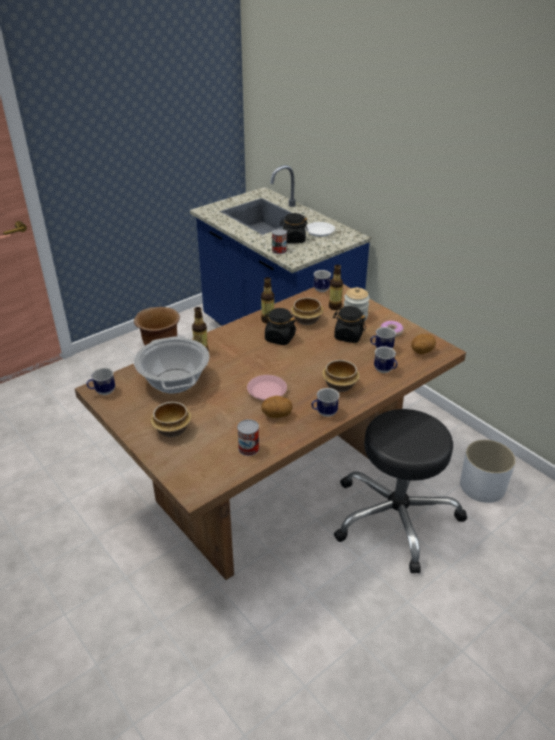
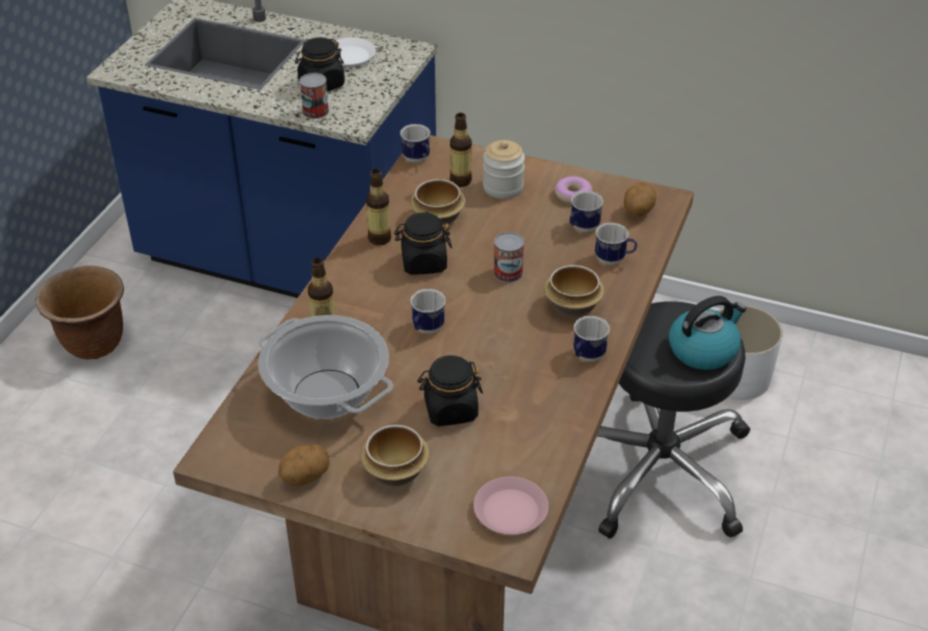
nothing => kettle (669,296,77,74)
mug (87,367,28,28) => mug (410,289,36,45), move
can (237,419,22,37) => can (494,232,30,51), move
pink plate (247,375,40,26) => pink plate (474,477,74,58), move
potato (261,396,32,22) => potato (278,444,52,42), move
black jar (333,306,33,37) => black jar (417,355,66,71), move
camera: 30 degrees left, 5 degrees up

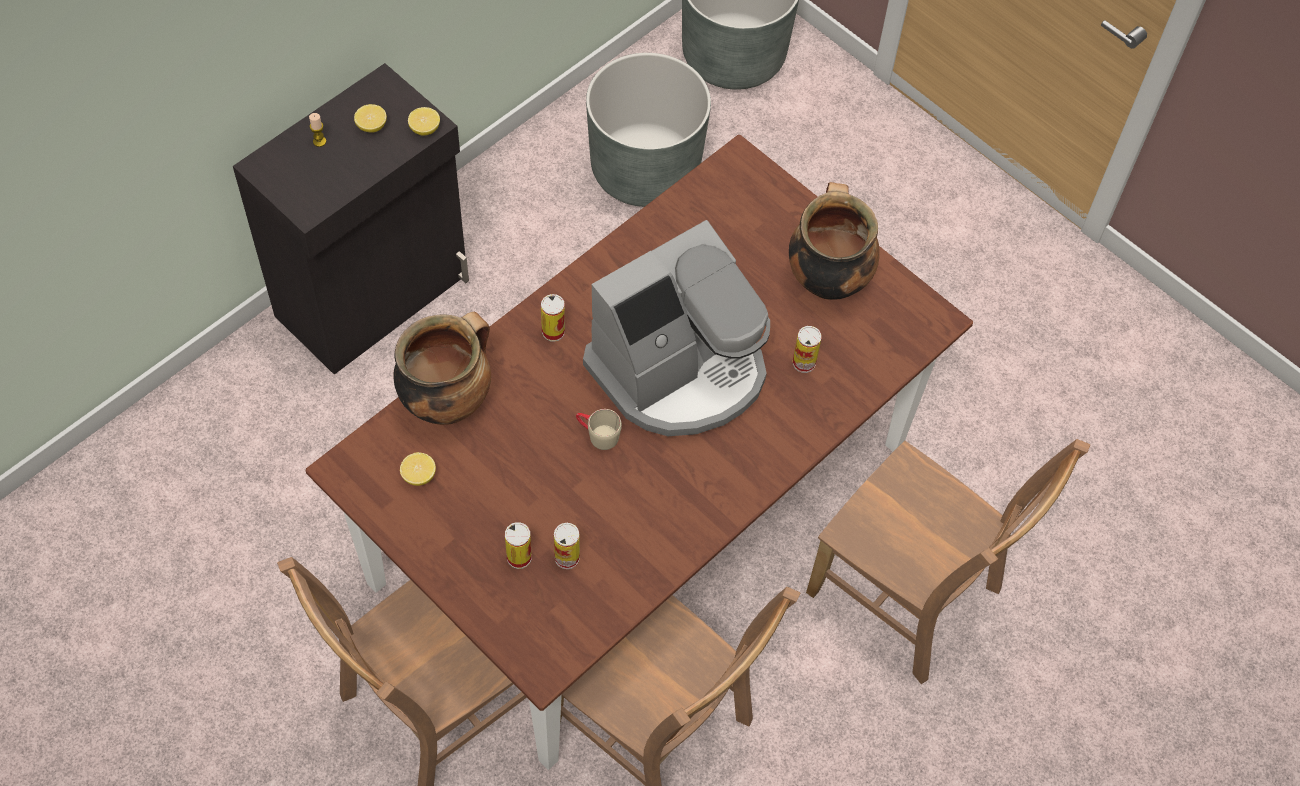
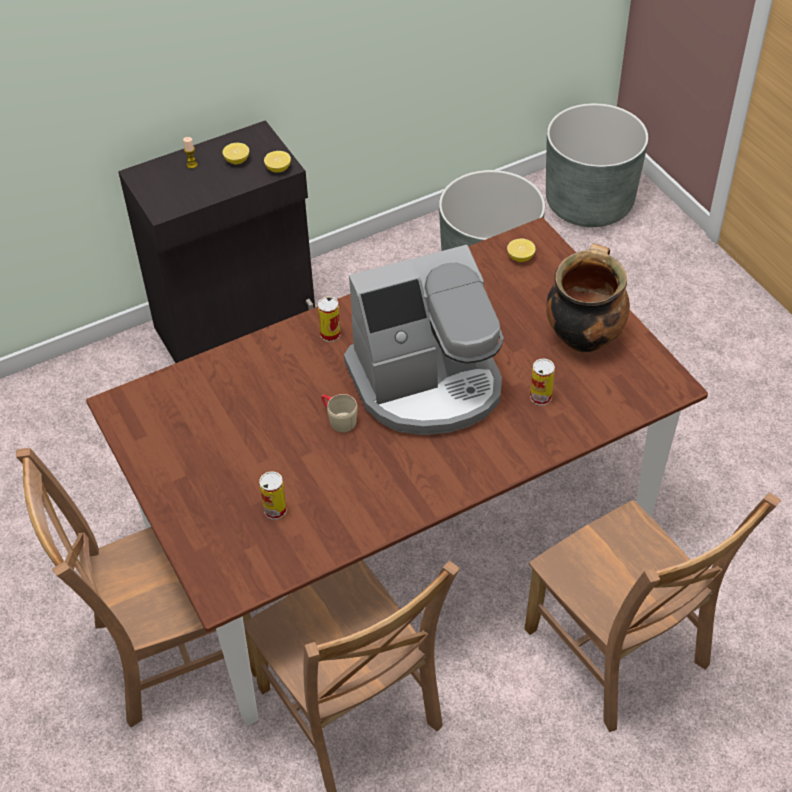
cooking pot (393,312,98,113) => nothing
can (505,522,27,47) => nothing
lemon (400,452,36,34) => lemon (507,238,29,24), move
camera: 20 degrees right, 10 degrees down

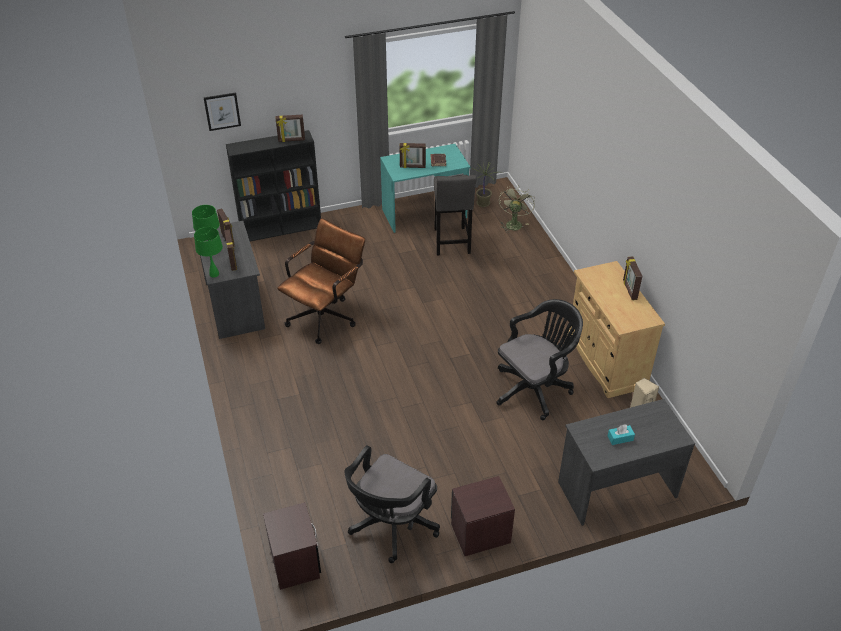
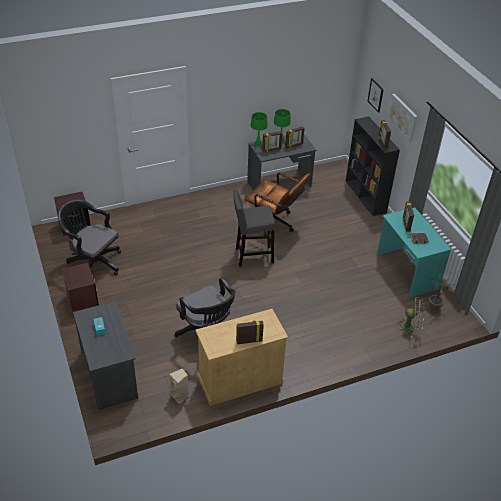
nothing => picture (387,94,31,49)
grey stool (434,175,42,81) => grey stool (233,190,42,77), move
camera: 85 degrees right, 0 degrees up

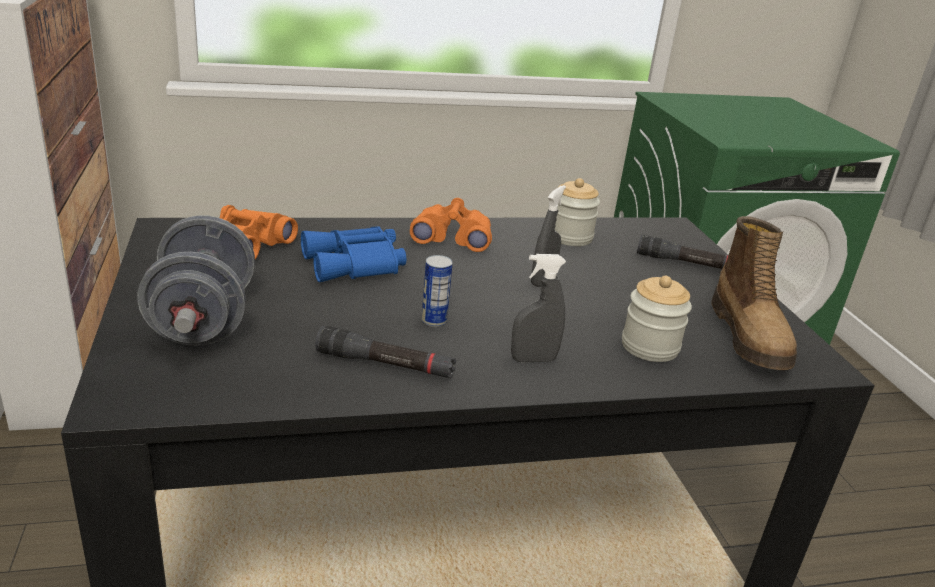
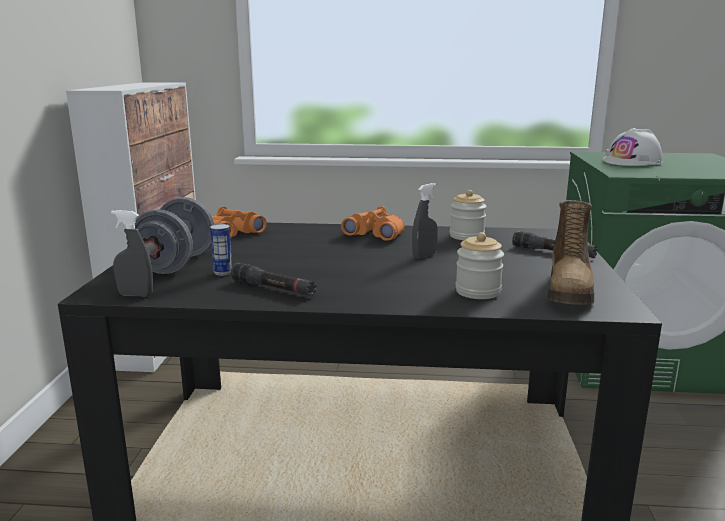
blue binoculars (301,226,105,56) => nothing
nothing => white hard hat (602,128,61,38)
can (421,255,32,72) => can (210,224,22,52), move
grey spray bottle (511,254,55,108) => grey spray bottle (111,210,42,87), move
camera: 20 degrees right, 10 degrees down

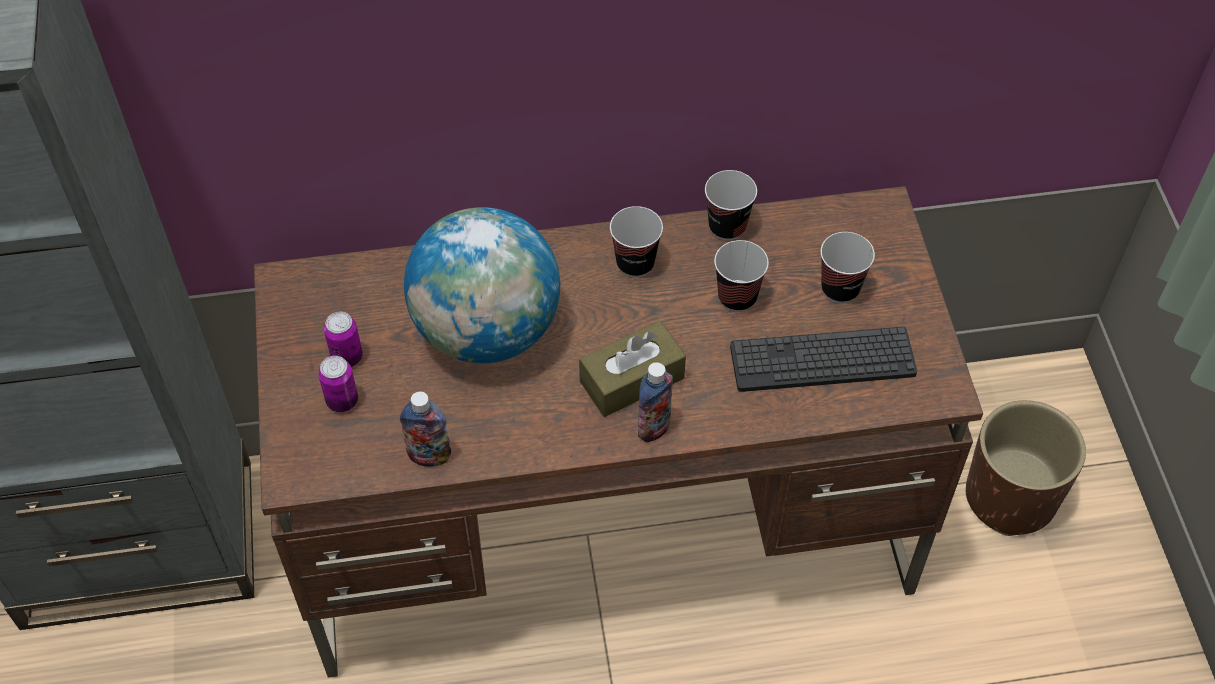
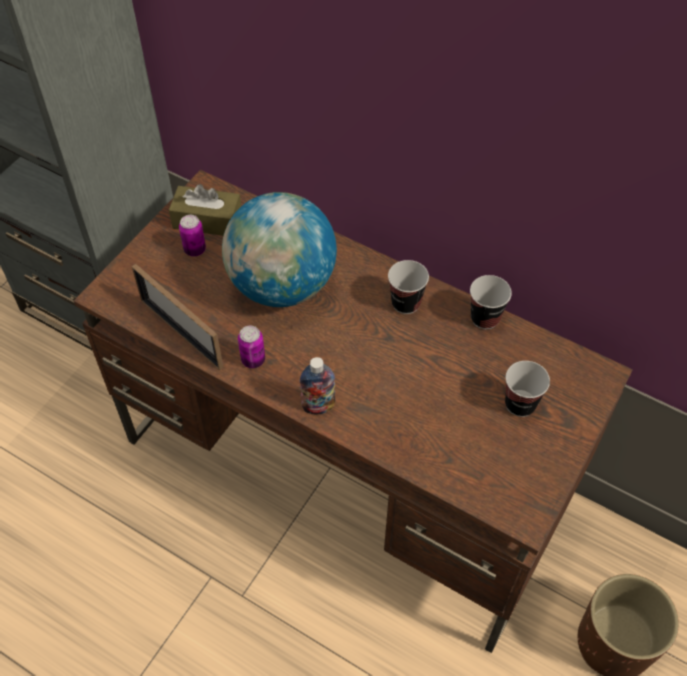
cup (714,240,55,72) => nothing
keyboard (730,327,187,65) => nothing
can (318,356,40,56) => can (238,326,27,42), move
brown tissue box (579,321,107,96) => brown tissue box (169,184,72,52), move
bottle (400,392,51,75) => picture frame (132,264,91,106)
camera: 40 degrees right, 0 degrees up

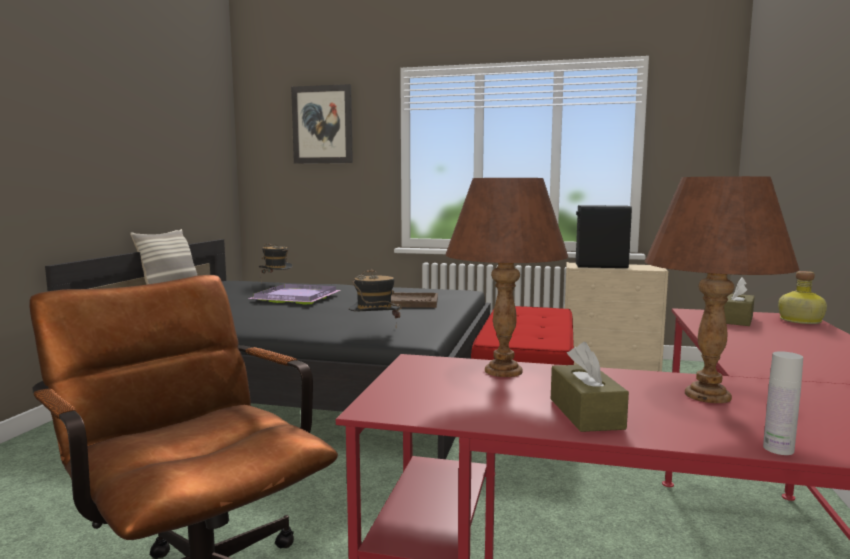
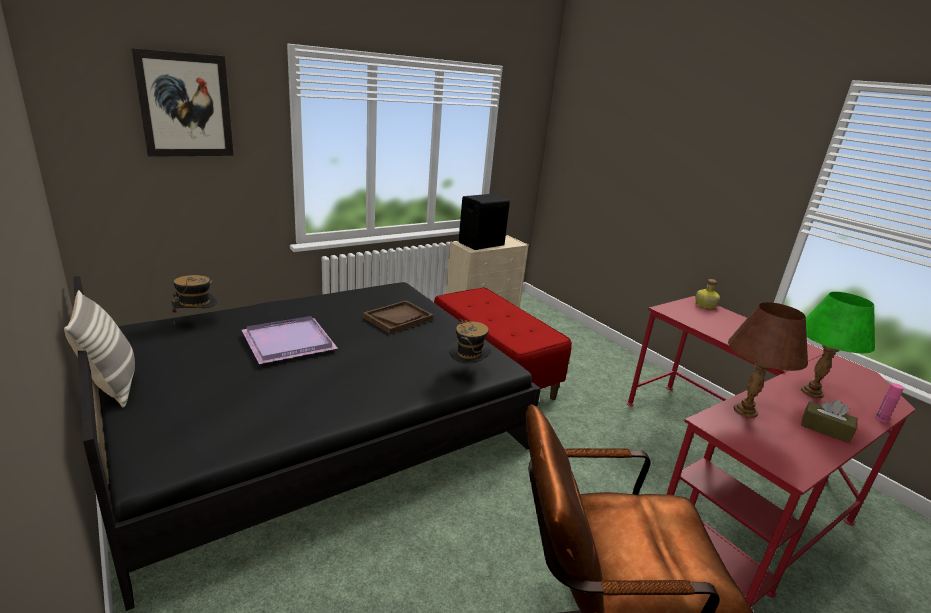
brown tissue box (724,277,31,49) => nothing
brown table lamp (645,176,154,227) => green table lamp (801,292,74,106)
white bottle (763,351,40,104) => pink bottle (875,383,29,40)
camera: 50 degrees left, 15 degrees up

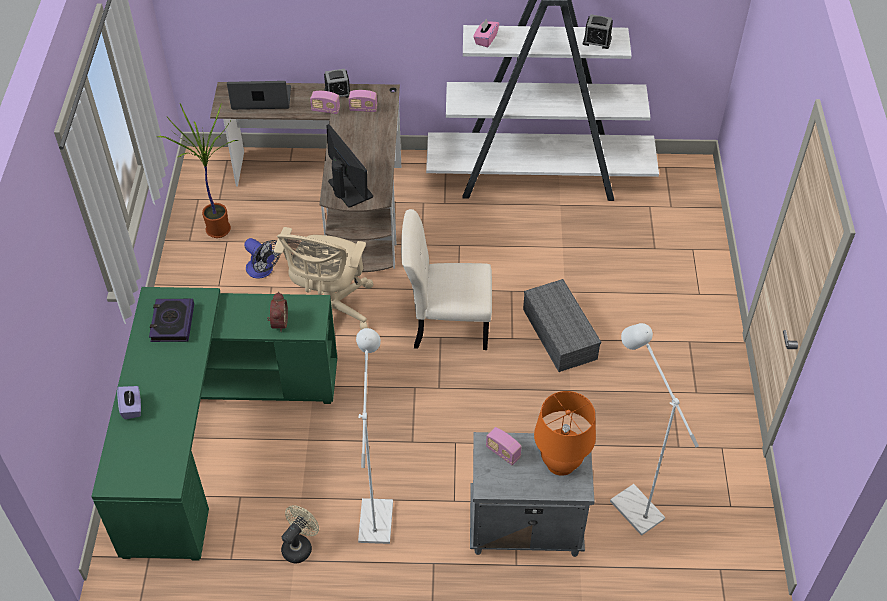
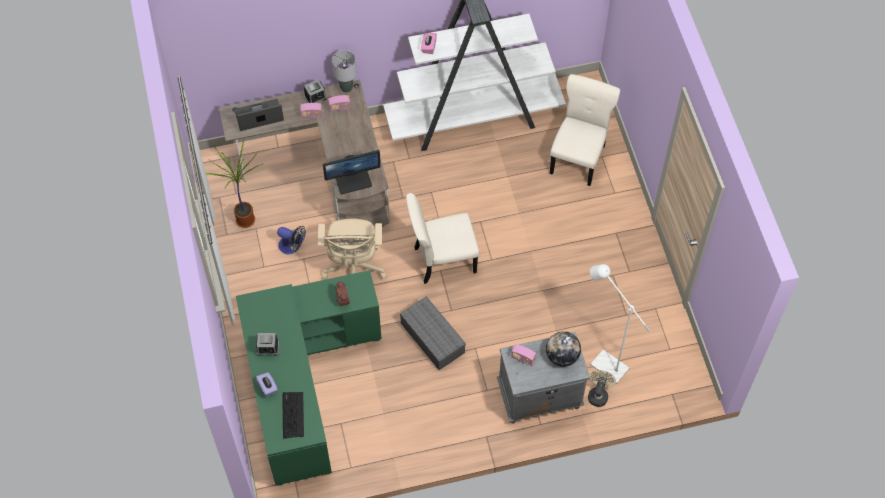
book (149,299,45,43) => nothing
white floor lamp (356,328,37,216) => nothing
nothing => keyboard (282,392,22,47)
nothing => grey table lamp (332,50,25,43)
nothing => beige chair (550,74,70,112)
beige fan (281,505,38,58) => beige fan (588,370,28,37), move
grey storage box (523,279,78,93) => grey storage box (400,296,66,74), move
alarm clock (583,14,30,35) => alarm clock (256,333,23,23), move
orange table lamp (534,391,62,85) => globe (546,331,35,36)
monitor (326,124,47,84) => monitor (323,150,57,44), 120 degrees clockwise
camera: 15 degrees left, 10 degrees up

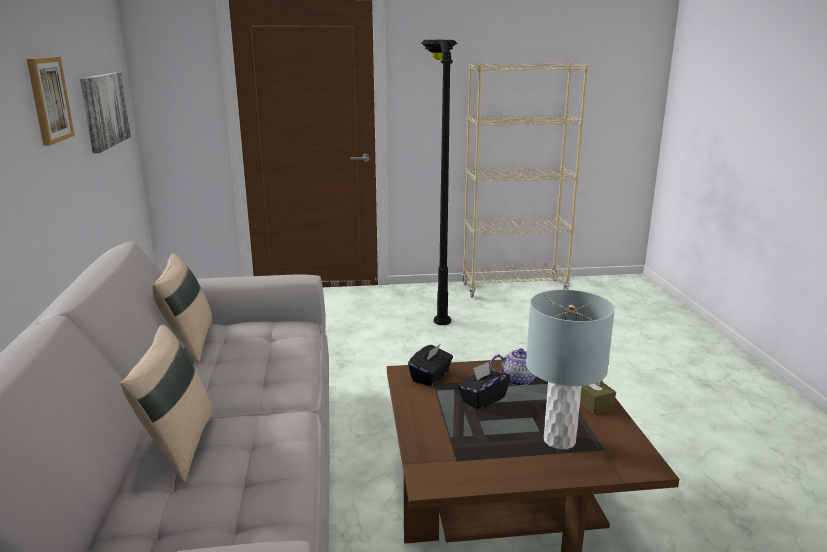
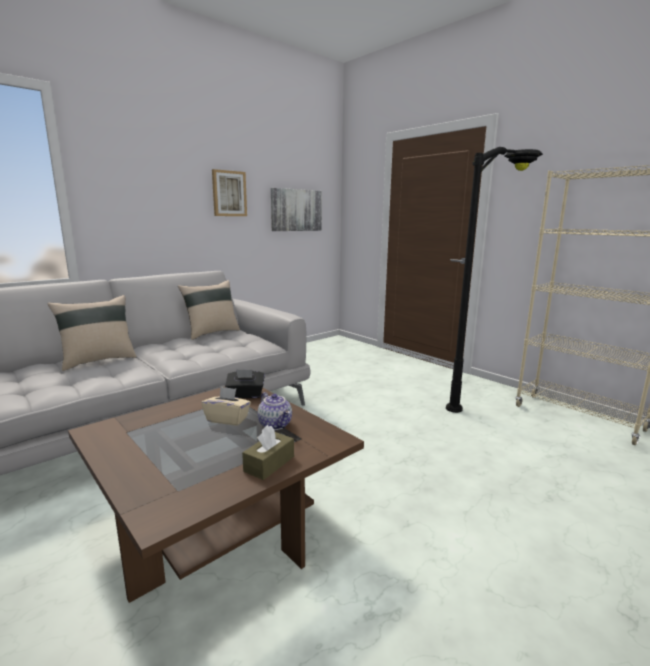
grey table lamp (526,290,89,160) => nothing
black tissue box (457,362,54,48) => beige tissue box (201,386,50,40)
camera: 55 degrees right, 5 degrees down

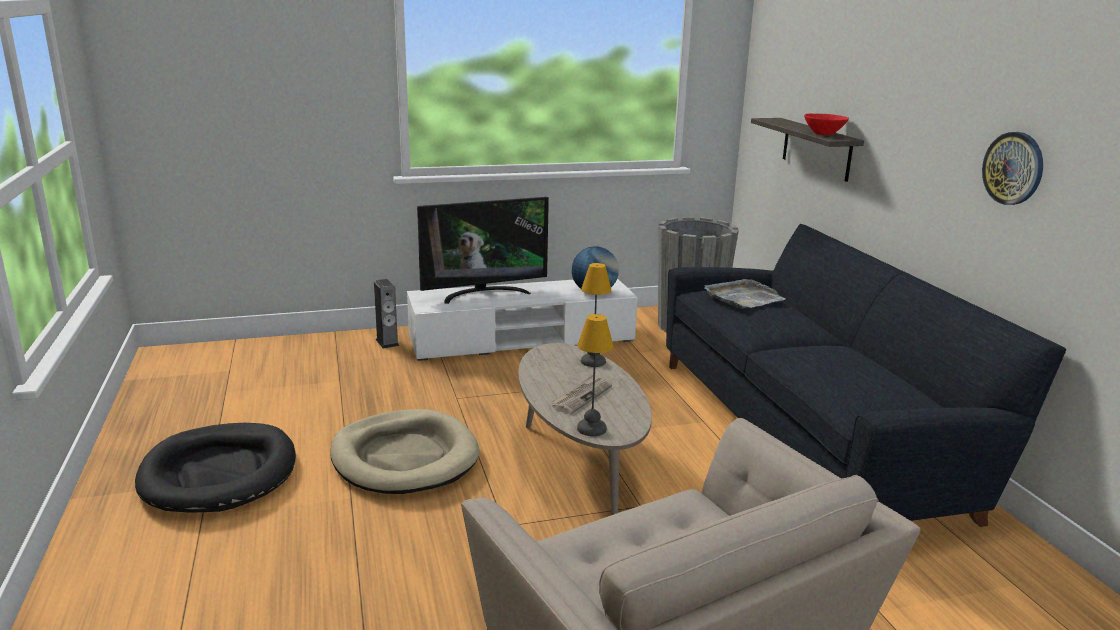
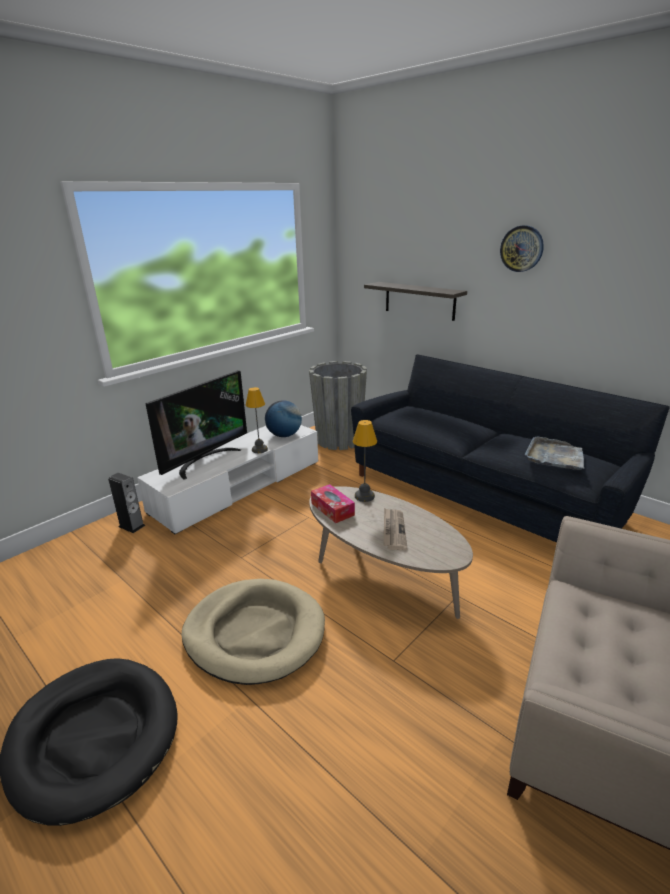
red bowl (804,114,45,21) => nothing
nothing => tissue box (311,484,44,39)
table lamp (577,314,37,122) => table lamp (246,387,22,66), move
grey tray (704,279,82,30) => grey tray (524,436,60,34), move
wall clock (982,132,61,73) => wall clock (500,225,44,47), move
camera: 30 degrees left, 5 degrees up

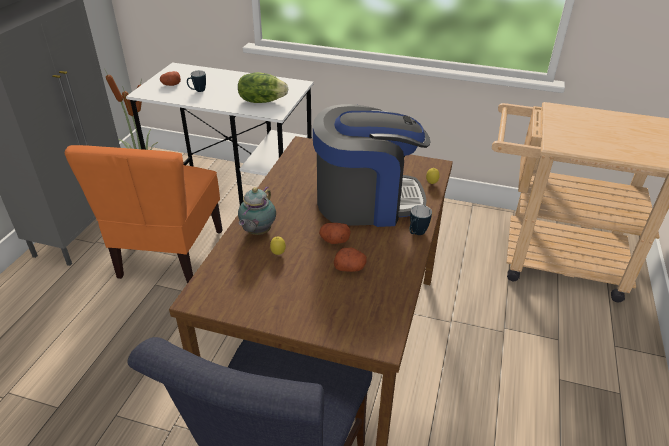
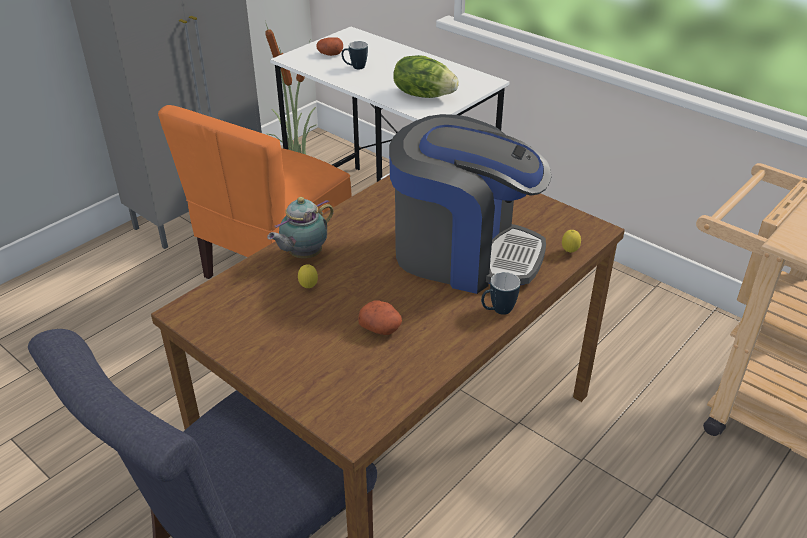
potato (319,223,32,21) => nothing
camera: 25 degrees right, 0 degrees up

